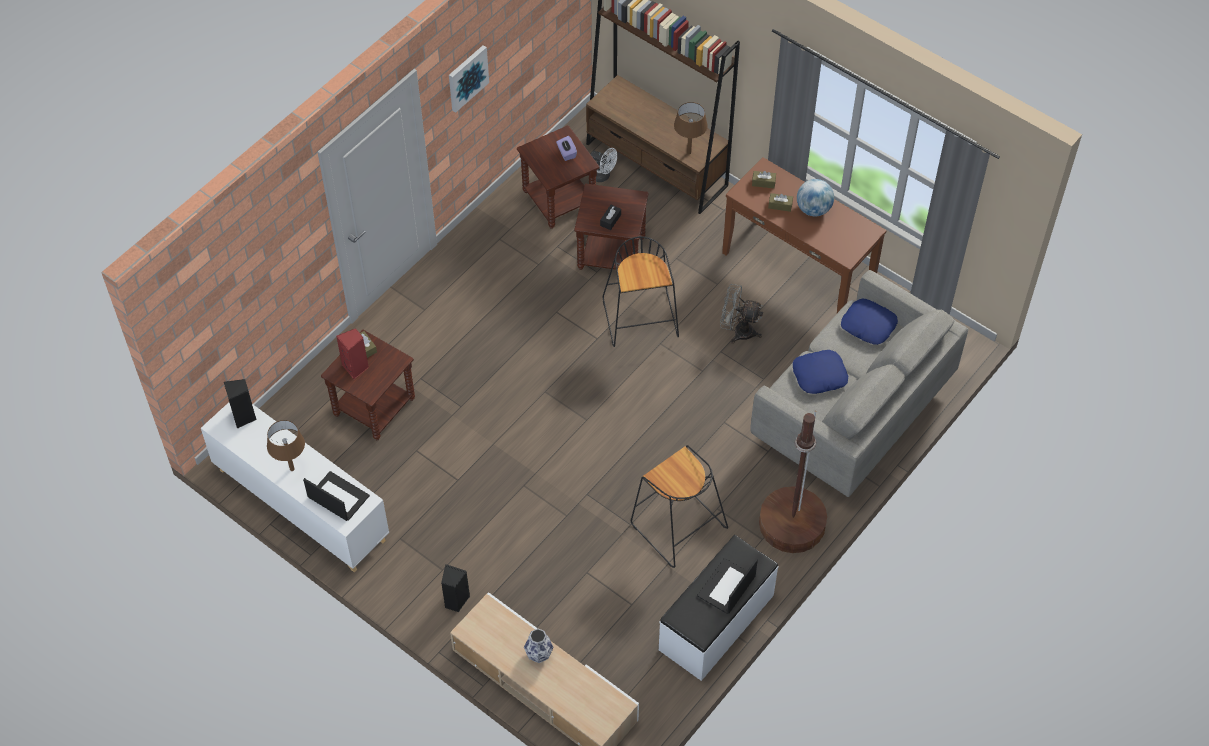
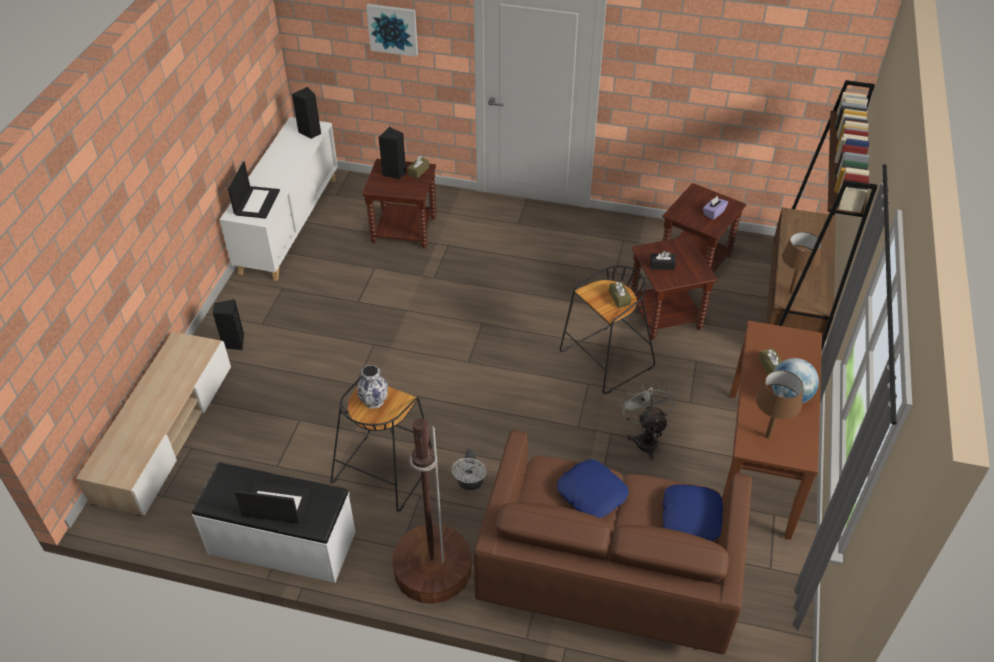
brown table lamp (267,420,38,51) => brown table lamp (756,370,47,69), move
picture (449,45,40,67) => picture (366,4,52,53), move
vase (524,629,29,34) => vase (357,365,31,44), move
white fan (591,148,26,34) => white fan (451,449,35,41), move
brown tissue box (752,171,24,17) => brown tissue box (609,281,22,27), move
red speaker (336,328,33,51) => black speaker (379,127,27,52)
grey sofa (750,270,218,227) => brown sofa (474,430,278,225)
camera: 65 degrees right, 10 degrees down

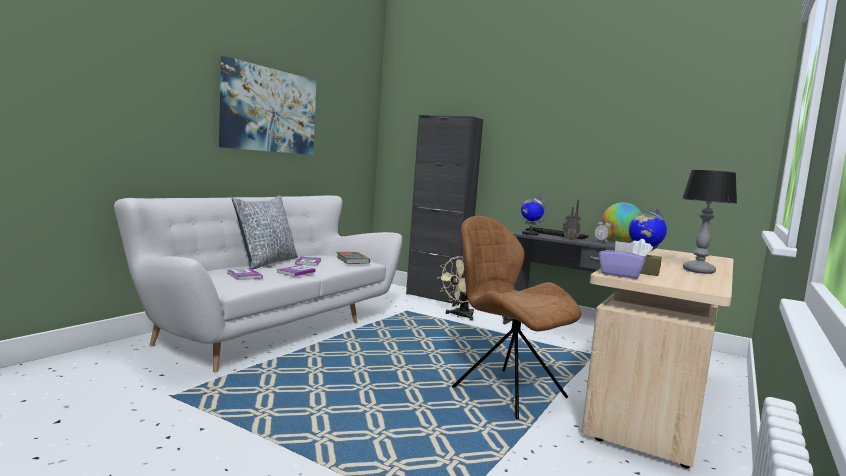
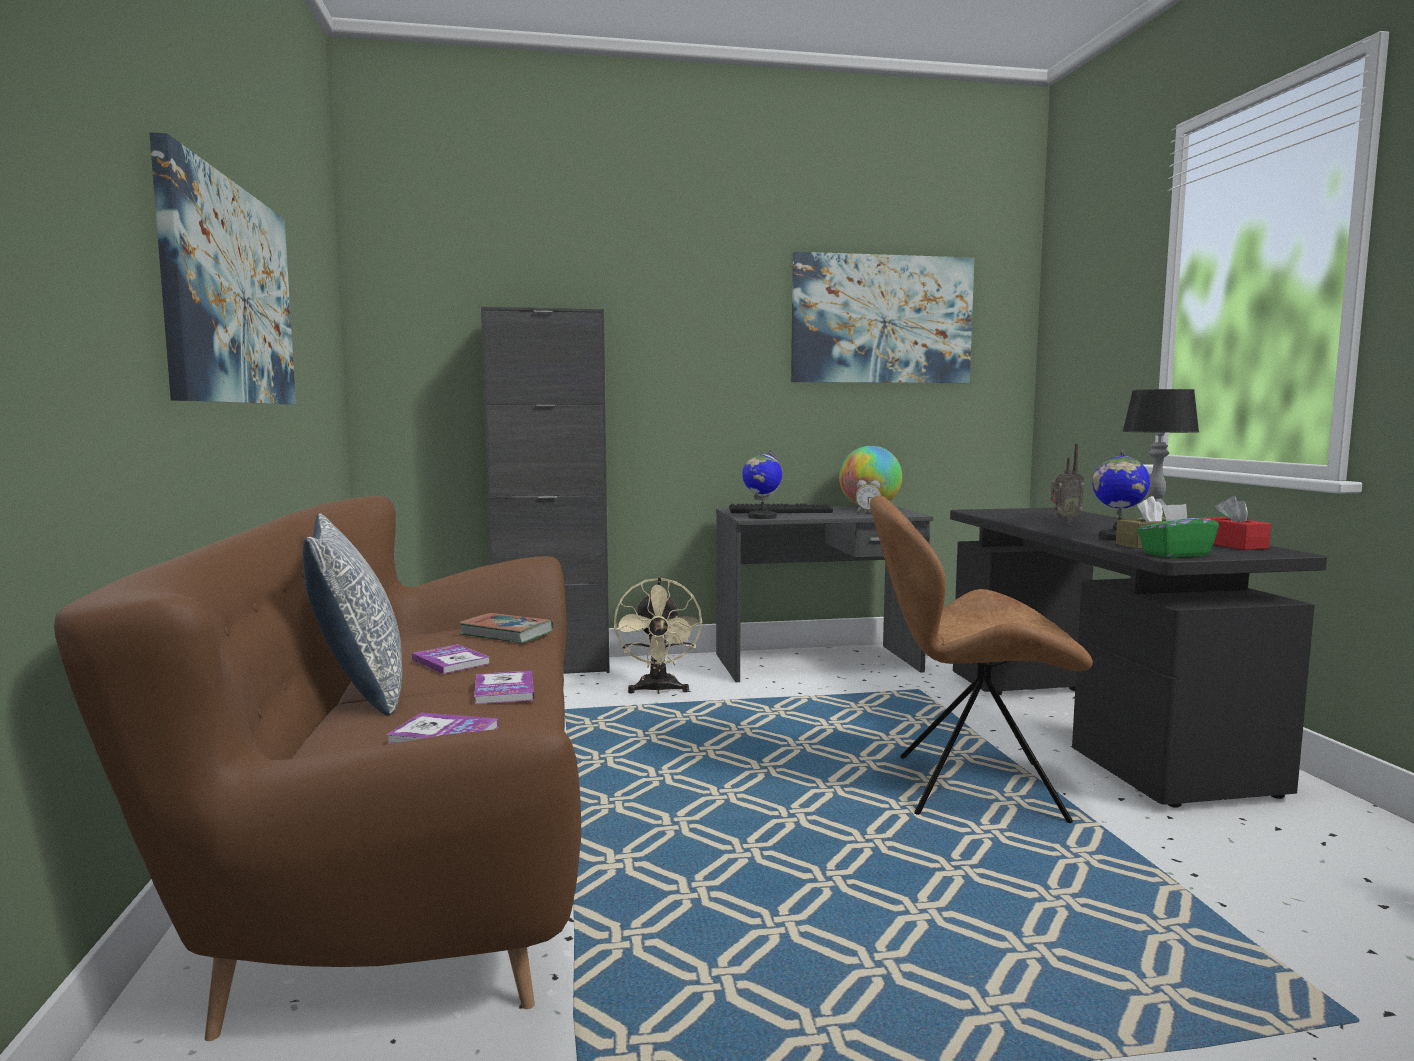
nothing => picture (791,252,183,131)
nothing => red tissue box (1201,496,70,54)
radio (562,200,19,40) => radio (1050,444,34,76), move
white sofa (114,195,288,177) => brown sofa (54,496,527,545)
beige desk (582,248,152,220) => black desk (950,508,377,300)
purple tissue box (599,241,47,38) => green tissue box (1137,504,82,54)
camera: 40 degrees left, 0 degrees up

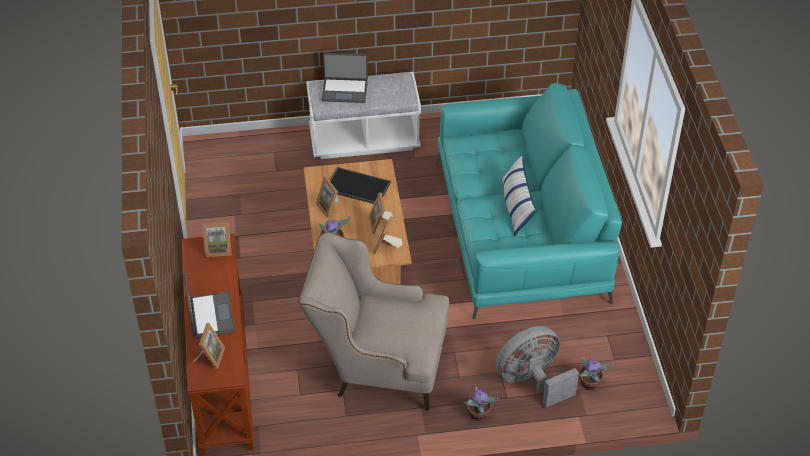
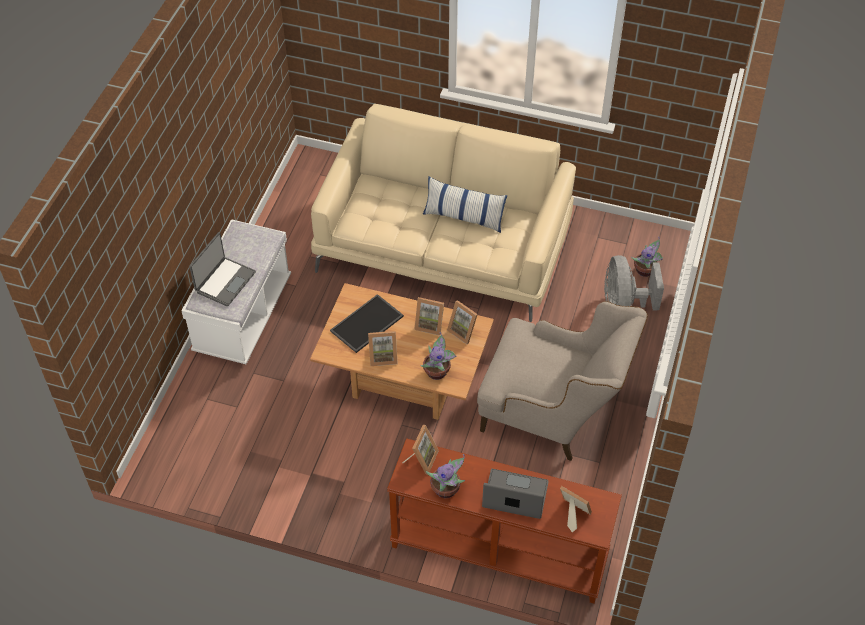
potted plant (464,387,34,34) => potted plant (426,454,39,44), move
turquoise sofa (435,83,187,237) => beige sofa (311,104,265,218)
beige armchair (298,232,151,179) => beige armchair (477,301,171,160), 105 degrees counterclockwise
camera: 65 degrees left, 5 degrees up

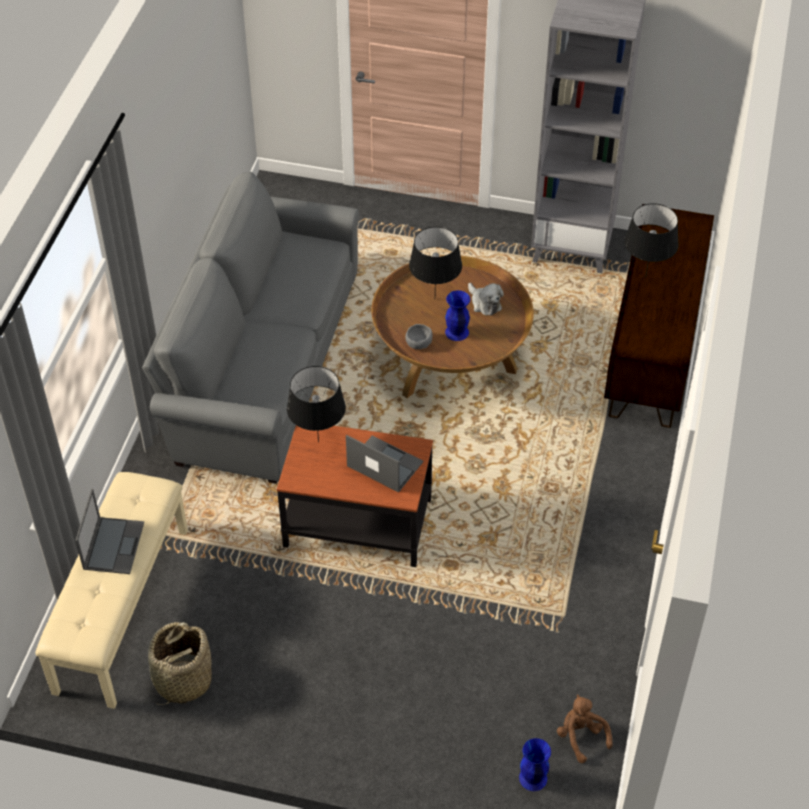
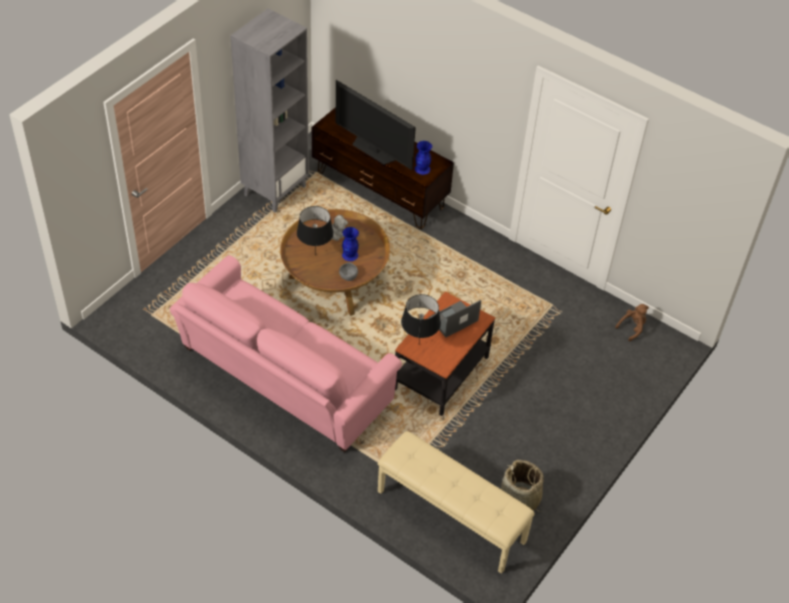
laptop (75,489,69,85) => nothing
blue vase (519,738,32,53) => blue vase (415,141,17,34), move
black table lamp (624,203,55,75) => television (335,80,81,90)
grey sofa (142,172,217,312) => pink sofa (170,255,232,197)
brown plush toy (557,694,56,69) => brown plush toy (615,304,34,37), 150 degrees clockwise
camera: 70 degrees left, 0 degrees up

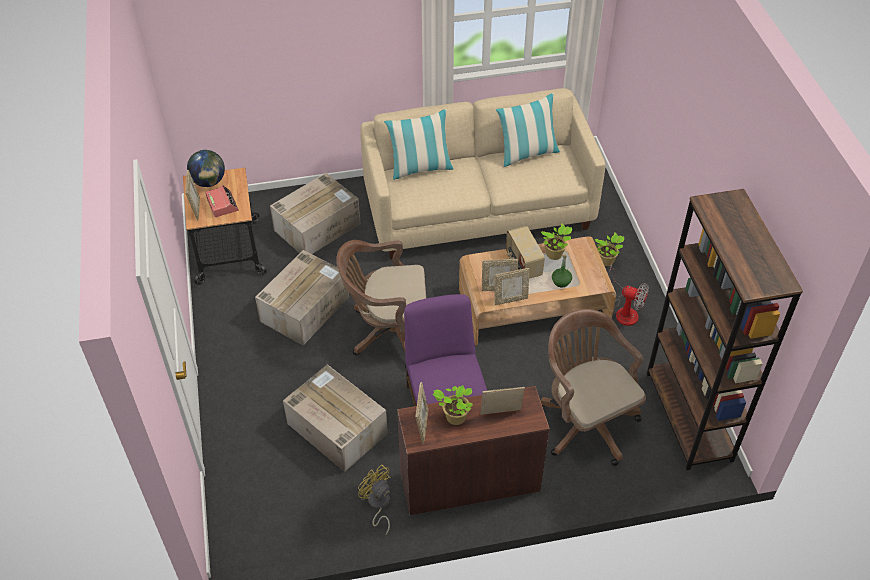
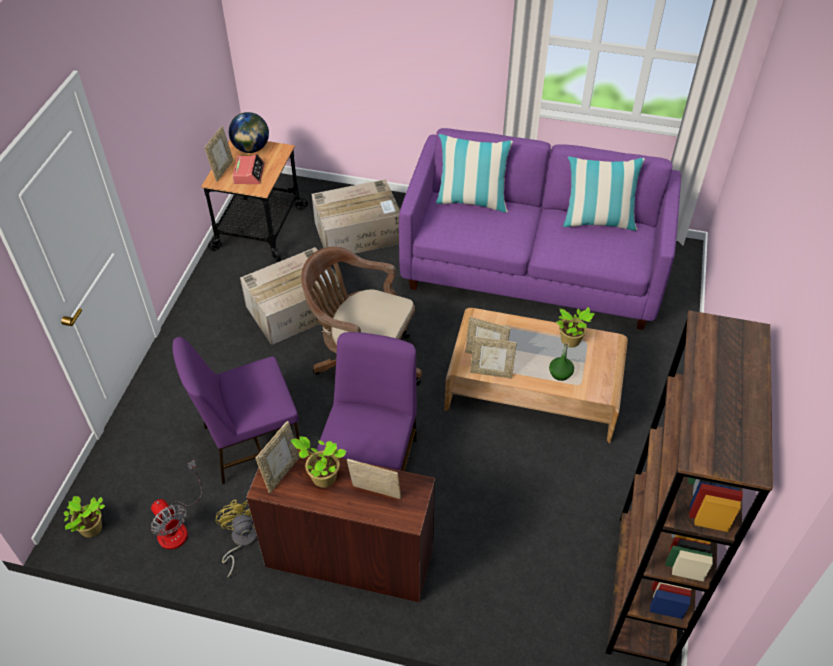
radio (506,226,39,53) => nothing
brown office chair (540,309,106,157) => nothing
potted plant (594,232,30,34) => potted plant (64,496,41,42), move
fan (609,264,40,62) => fan (151,460,51,90), move
cardboard box (283,364,105,108) => purple chair (172,337,128,148)
beige sofa (360,88,246,171) => purple sofa (399,128,282,202)
camera: 25 degrees right, 0 degrees up

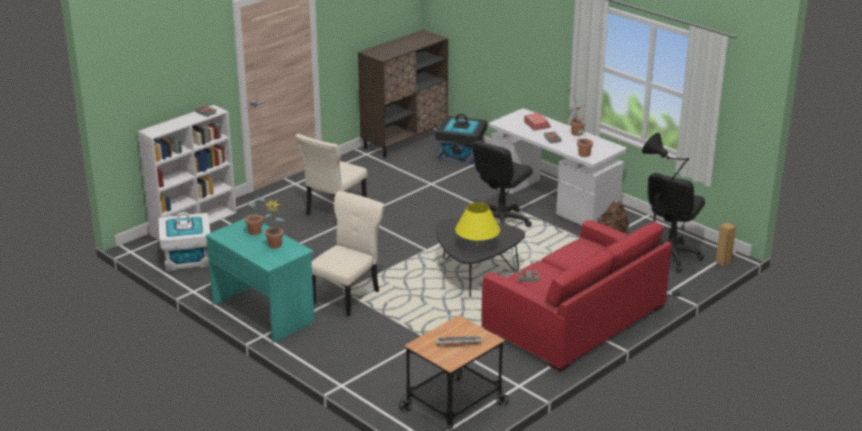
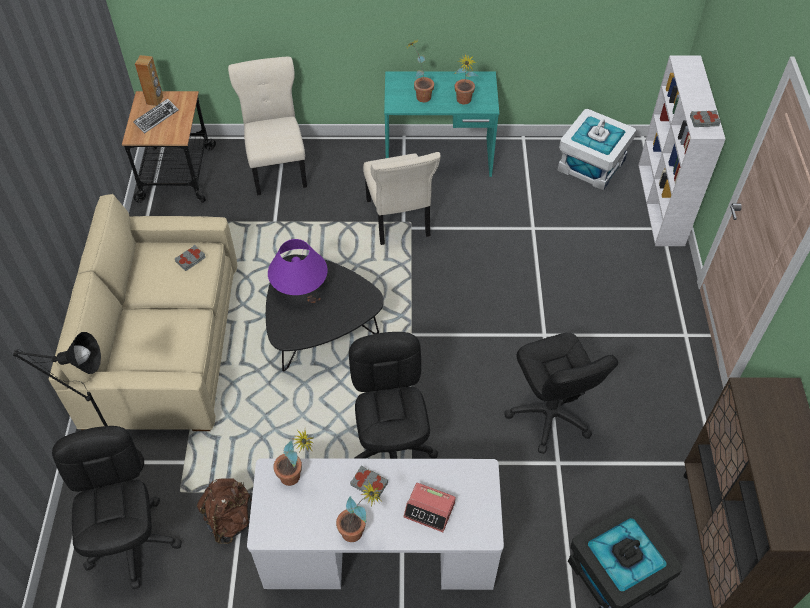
nothing => black office chair (504,332,114,122)
beige chair (296,134,71,90) => beige chair (228,57,79,138), move
brown speaker (716,223,20,43) => brown speaker (135,55,28,51), move
yellow table lamp (455,203,45,43) => purple table lamp (268,239,60,56)
red sofa (481,220,191,152) => beige sofa (48,194,189,237)
camera: 135 degrees right, 25 degrees up

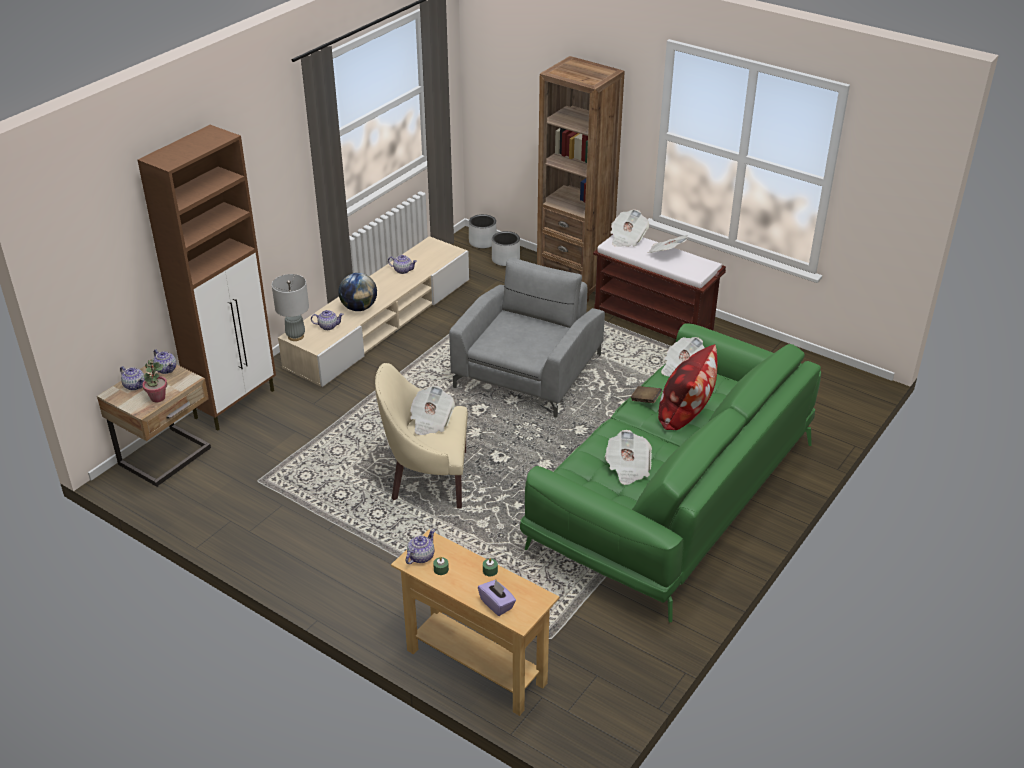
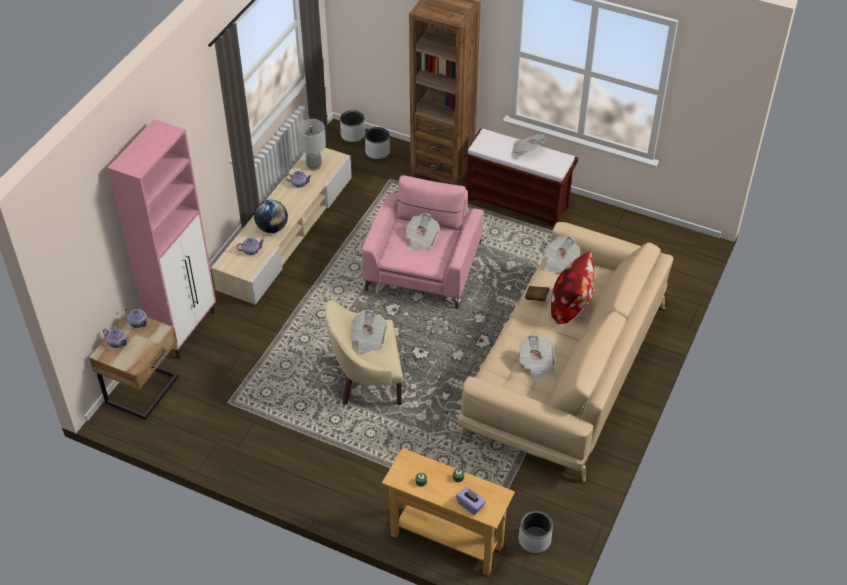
potted plant (142,359,25,43) => nothing
teapot (406,529,29,35) => nothing
nothing => grey planter (519,510,34,43)
grey table lamp (272,274,37,67) => grey table lamp (297,119,29,52), move
newspaper (610,209,39,38) => newspaper (405,213,35,38), move
brown cabinet (138,125,138,306) => pink cabinet (108,119,108,240)
grey armchair (449,257,156,161) => pink armchair (362,175,122,134)
green sofa (520,323,301,300) => beige sofa (458,222,215,260)
camera: 10 degrees left, 10 degrees up

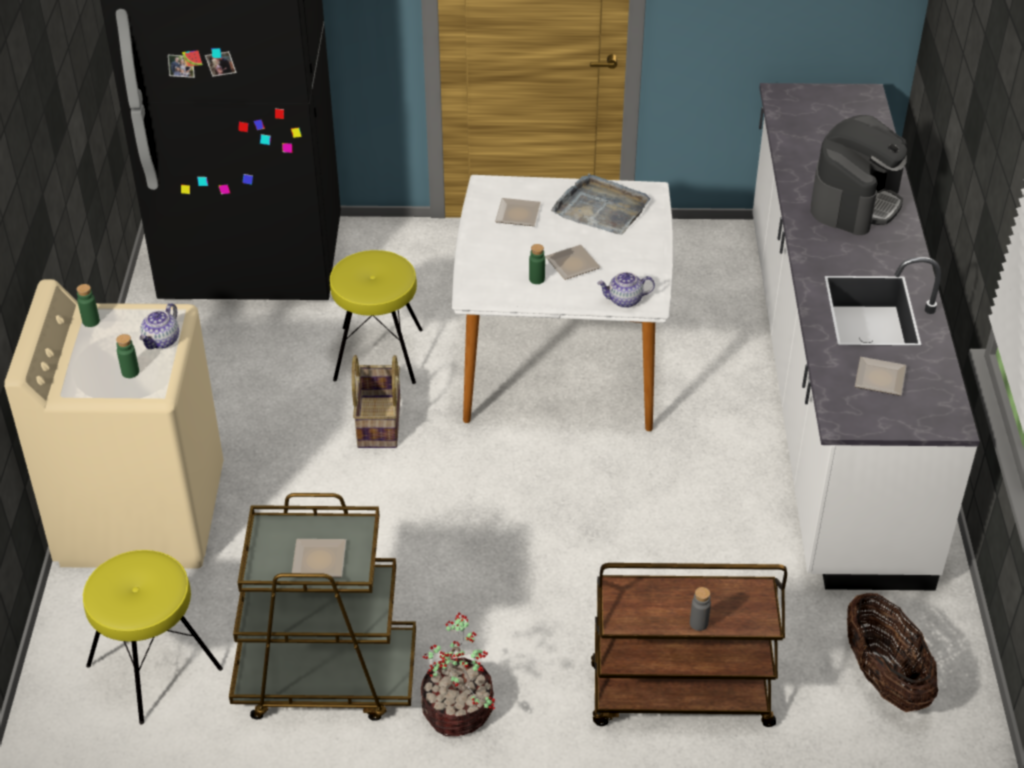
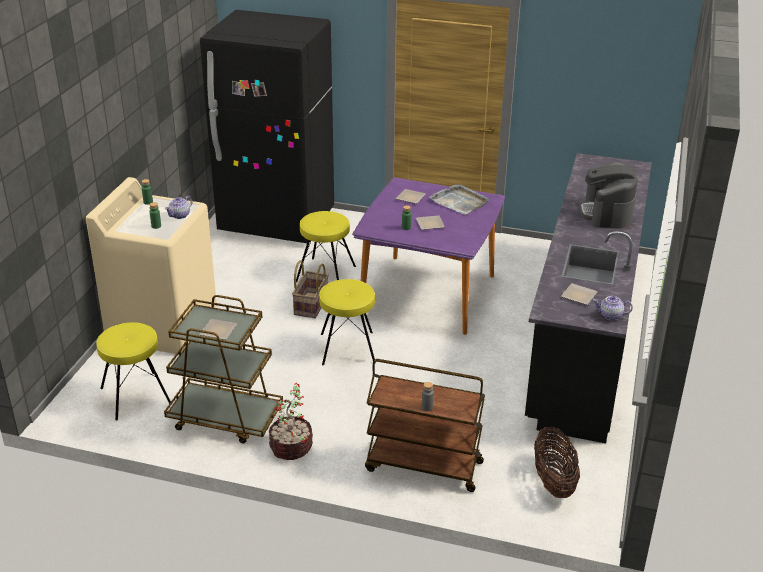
nothing => yellow stool (319,279,57,86)
teapot (597,272,58,36) => teapot (593,296,40,24), move
white dining table (452,175,222,256) => purple dining table (352,177,153,158)
white counter (752,83,228,507) => black counter (525,153,127,290)
coffee machine (811,115,96,120) => coffee machine (579,162,58,66), 135 degrees clockwise
camera: 15 degrees right, 10 degrees down

